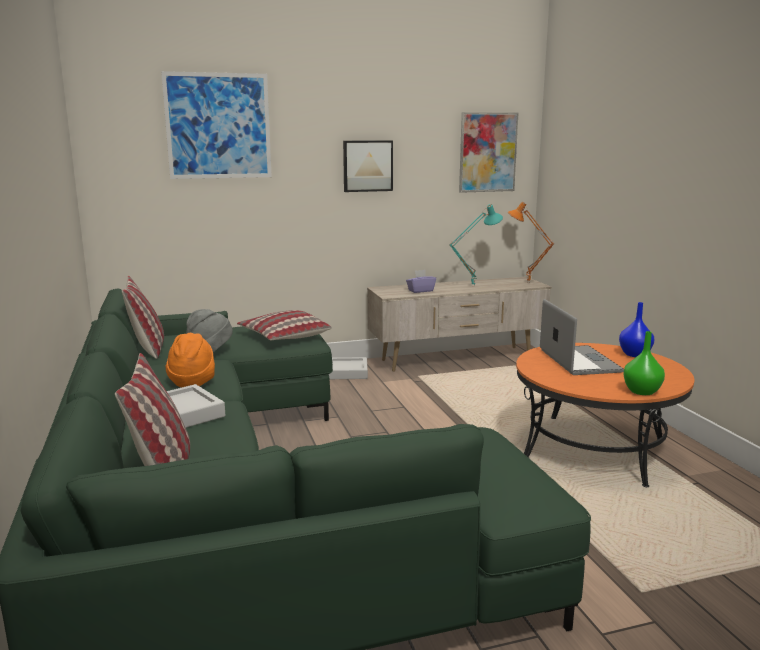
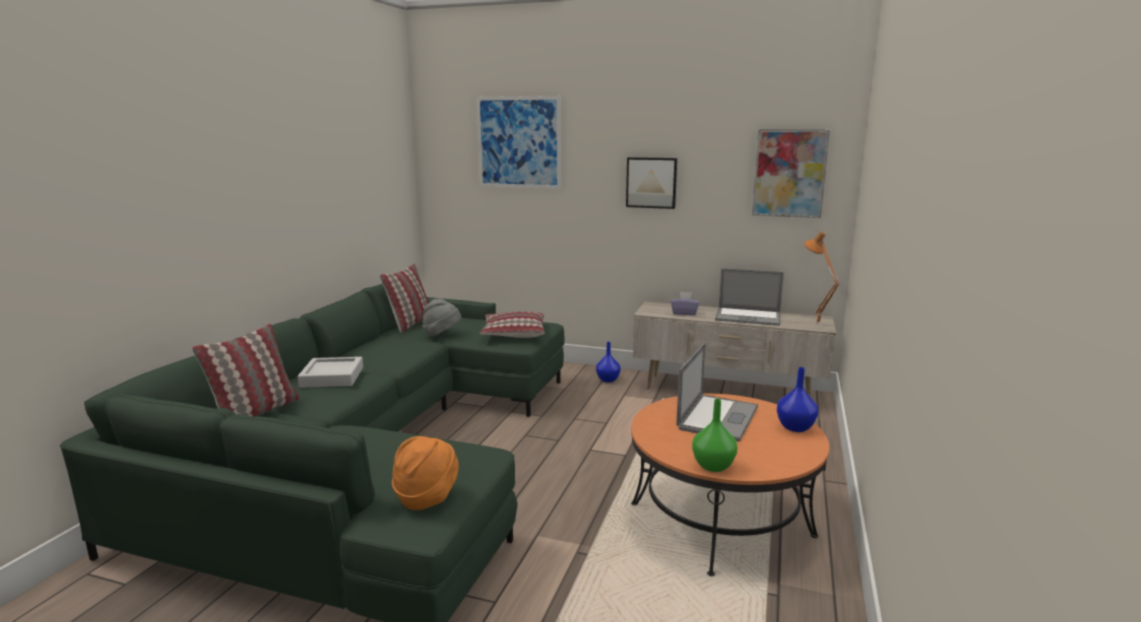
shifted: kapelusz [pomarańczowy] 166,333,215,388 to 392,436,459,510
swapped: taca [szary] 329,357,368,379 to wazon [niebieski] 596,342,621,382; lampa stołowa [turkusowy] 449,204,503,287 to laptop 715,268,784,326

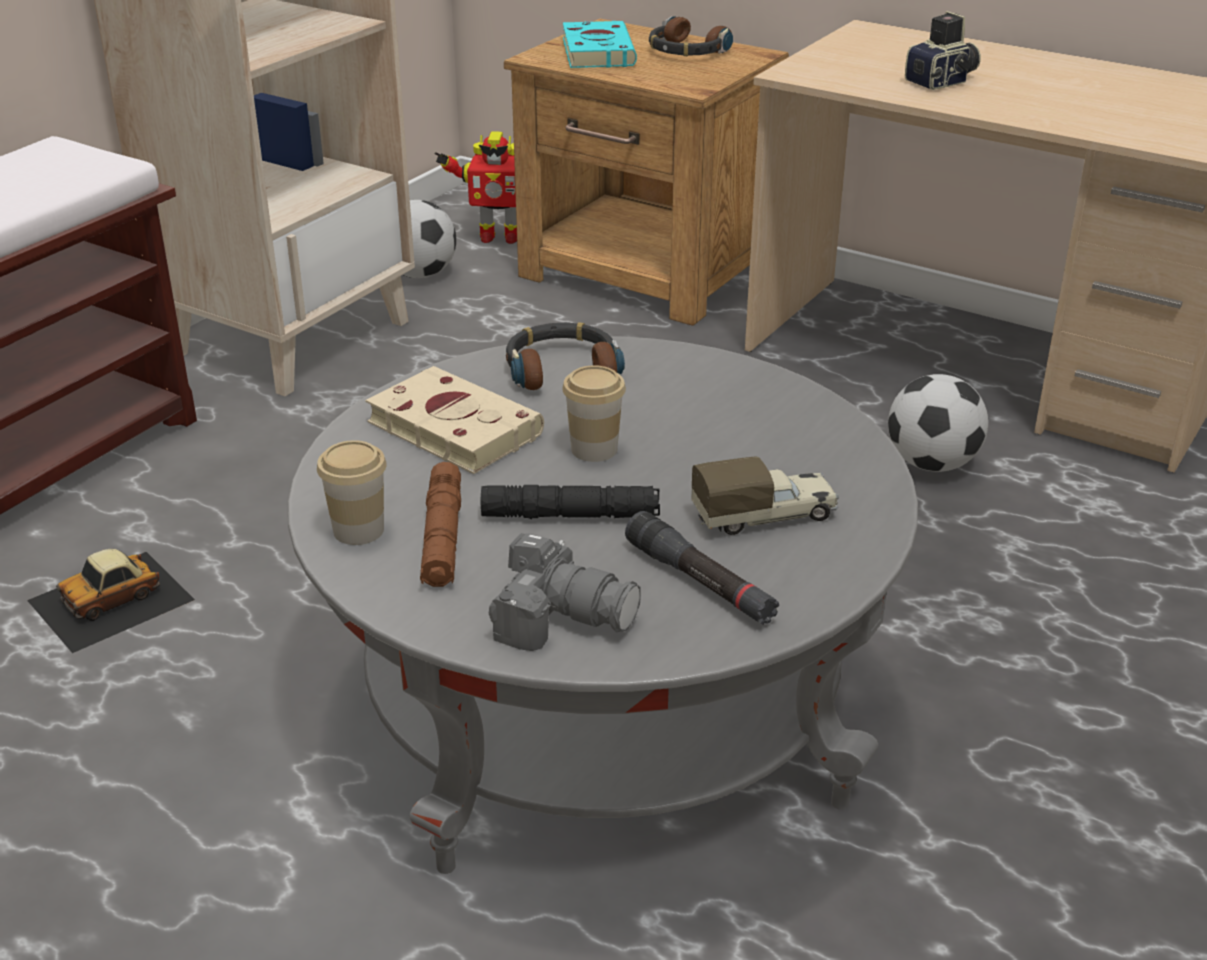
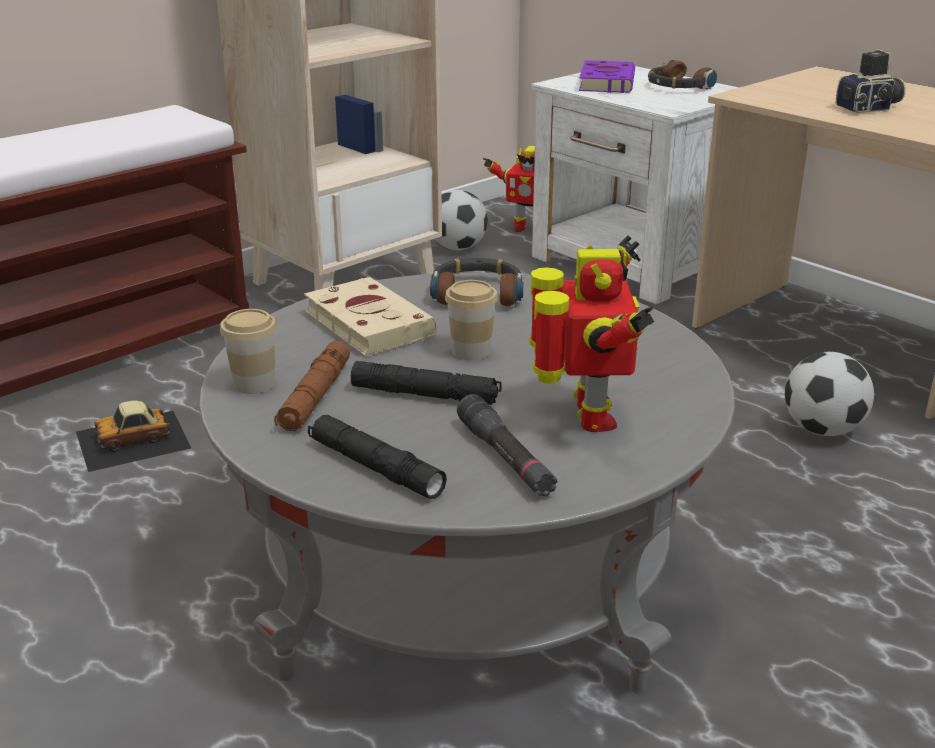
swapped: aparat fotograficzny 489,533,641,651 to latarka [czarny] 308,415,447,499; ciężarówka zabawkowa 691,456,839,535 to robot zabawkowy 529,235,654,432
repainted: szafka nocna [brązowy] 504,19,789,326 to szafka nocna [biały] 531,66,739,305; książka [turkusowy] 563,21,637,68 to książka [fioletowy] 579,60,635,93

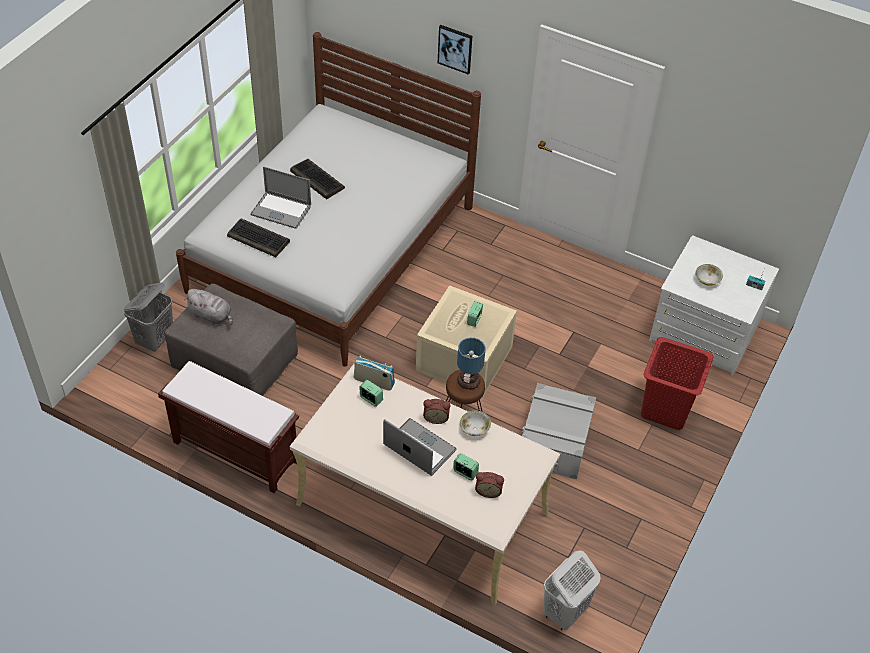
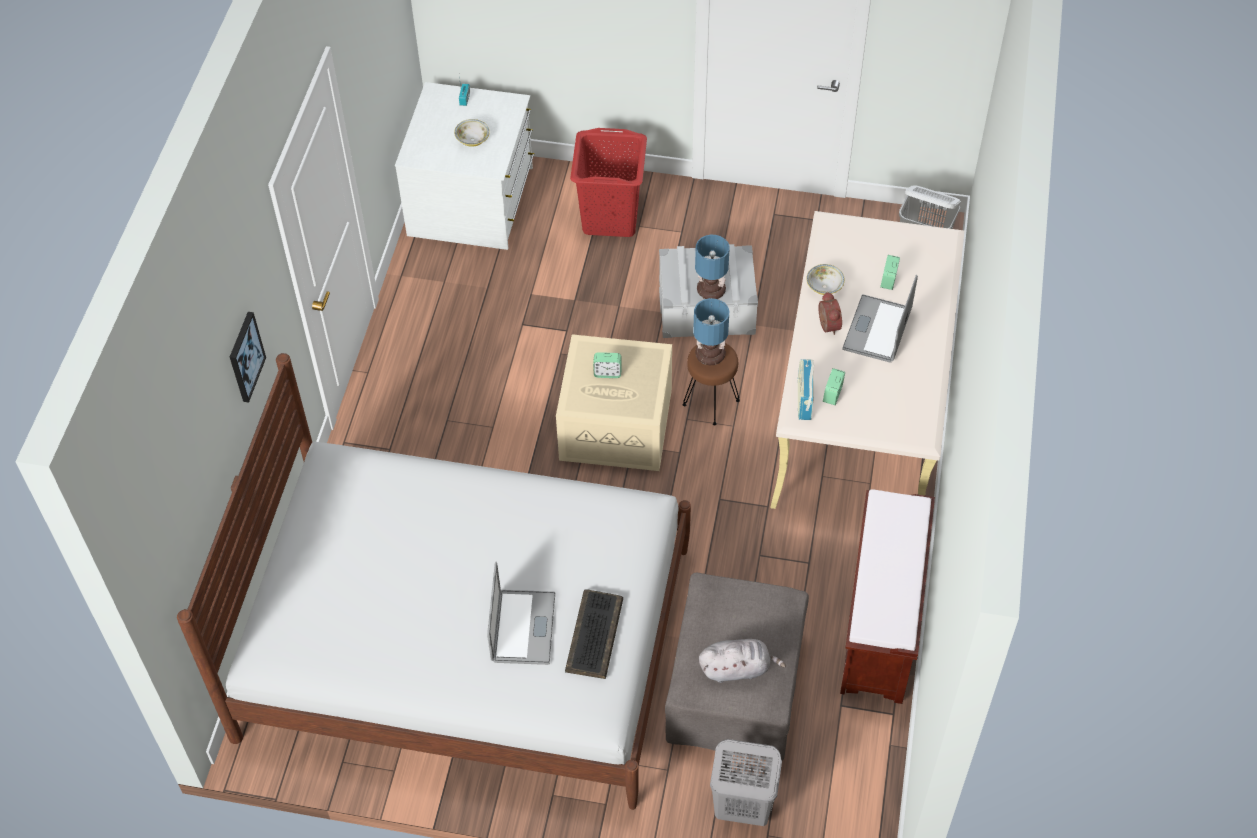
gone: klawiatura 290,159,345,199; budzik 475,472,504,498
new: lampa stołowa 695,235,730,299
rotated: pluszak [szary] 184,289,233,325 = 699,639,786,683 75 degrees clockwise

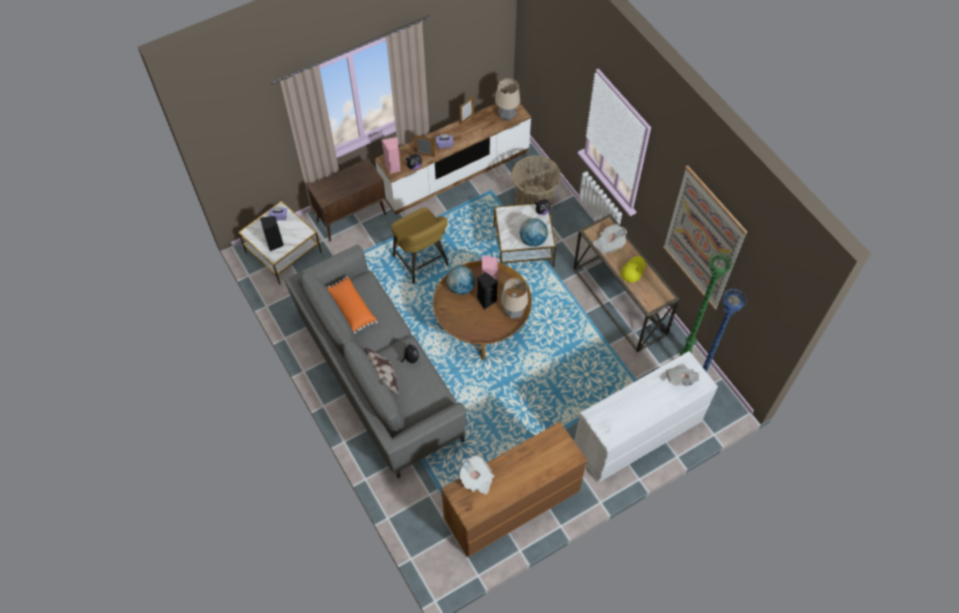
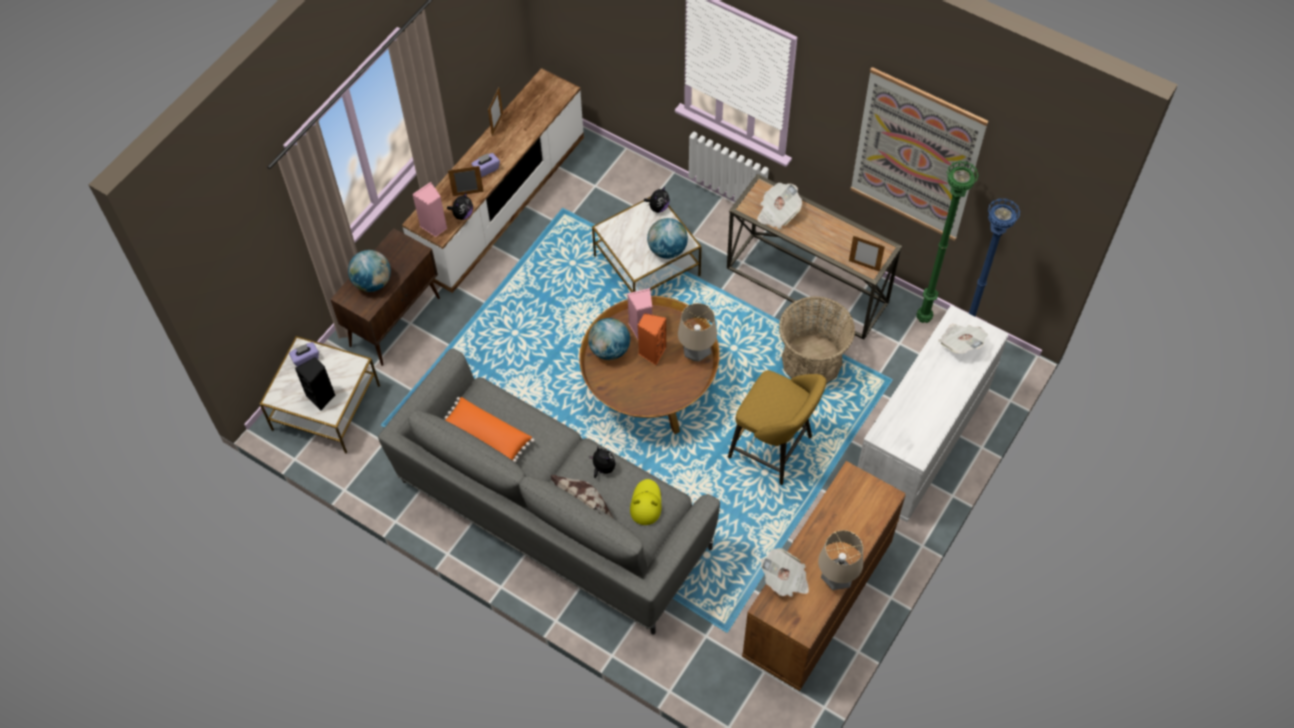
new: globus 348,250,391,292; ramka na zdjęcie 849,236,885,272
shifted: stołek [żółty] 391,207,449,284 to 728,370,826,485; lampa stołowa 495,78,520,121 to 818,530,863,590; koszyk 512,155,561,208 to 779,296,855,384; kapelusz [żółty] 621,256,646,282 to 630,479,661,525
repainted: głośnik [czarny] 477,272,498,310 to głośnik [pomarańczowy] 638,313,666,365

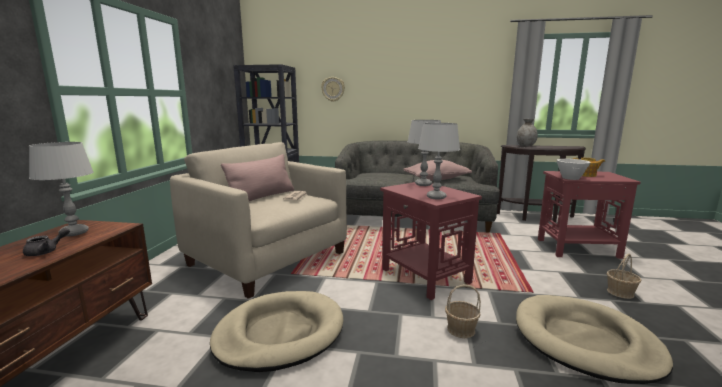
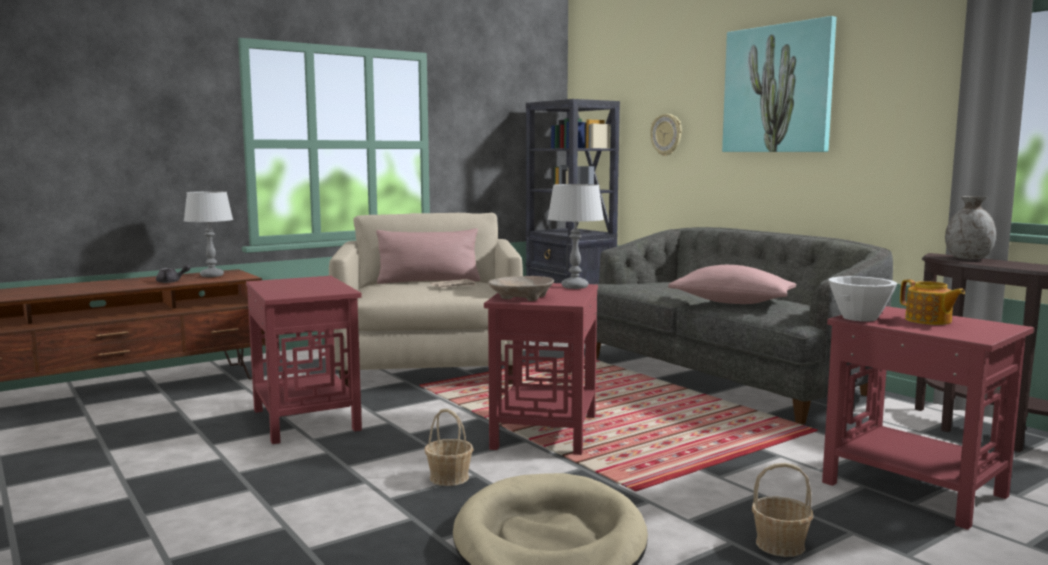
new: obraz 722,16,836,152
swapped: legowisko [beżowy] 210,291,344,372 to stolik [czerwony] 246,276,362,444; lampa stołowa [szary] 418,123,460,200 to miska [beżowy] 488,276,554,301

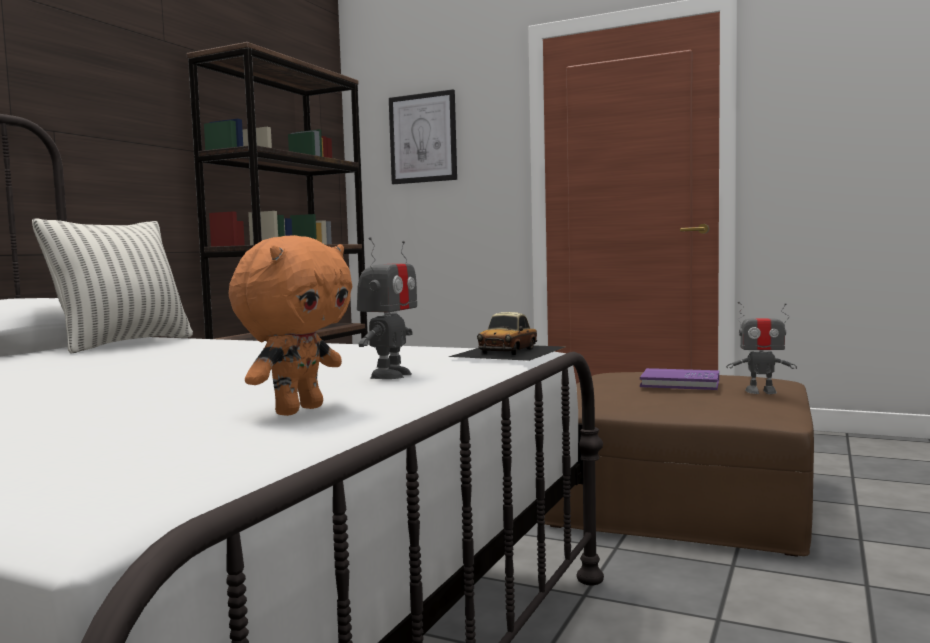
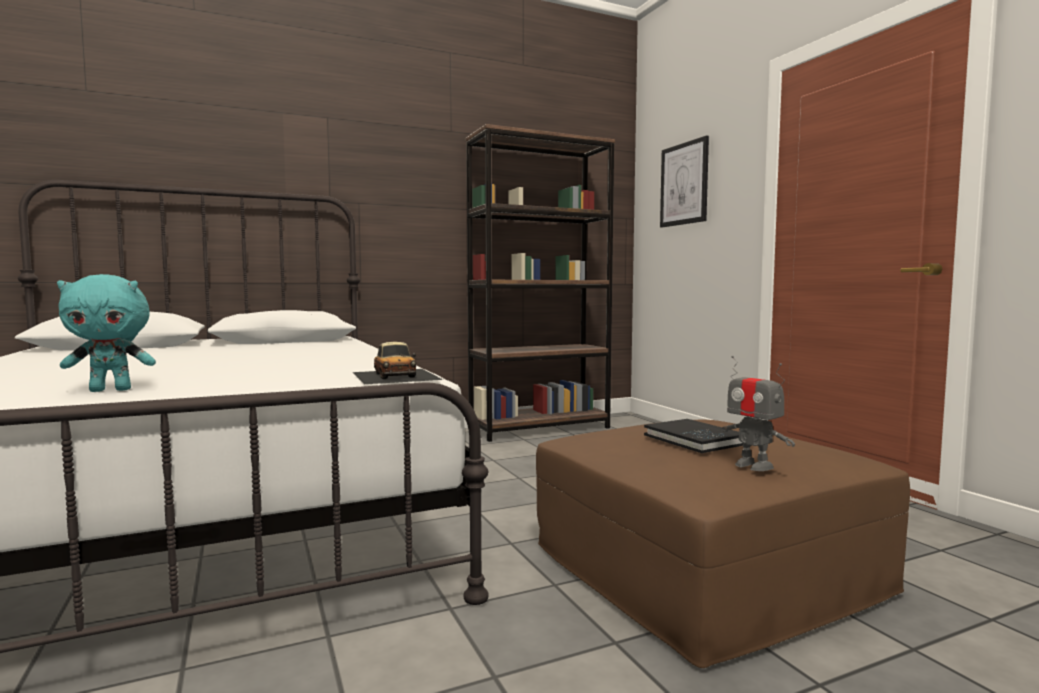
gone: poduszka 32,218,193,354; robot zabawkowy 357,237,417,379
repainted: pluszak [pomarańczowy] 229,235,353,416 to pluszak [turkusowy] 57,274,156,392; książka [fioletowy] 640,368,719,390 to książka [czarny] 644,419,743,453
rotated: samochodzik 449,312,565,361 = 353,342,443,384 90 degrees counterclockwise

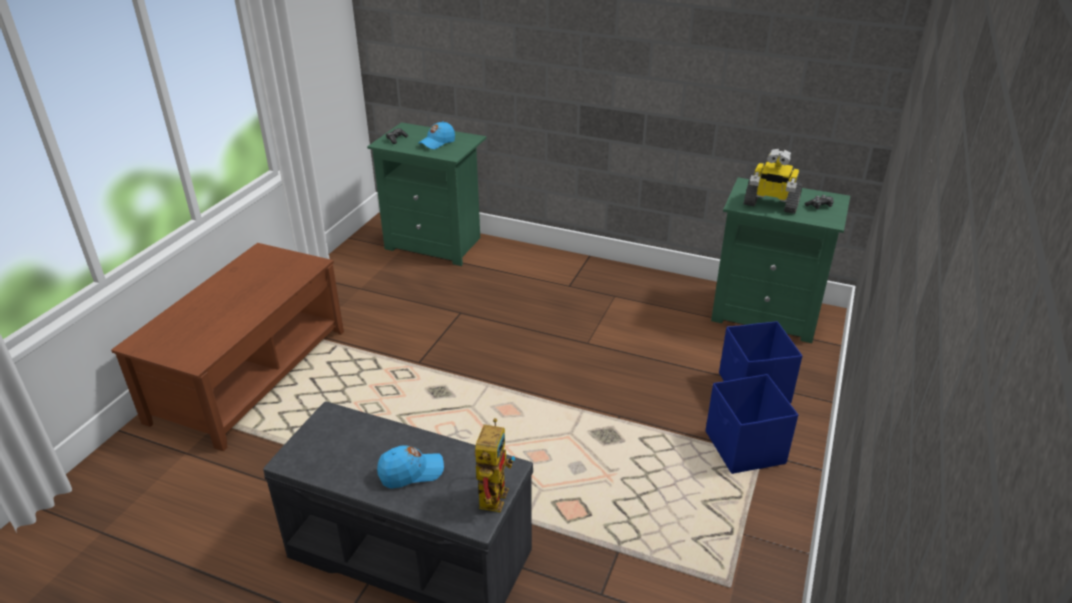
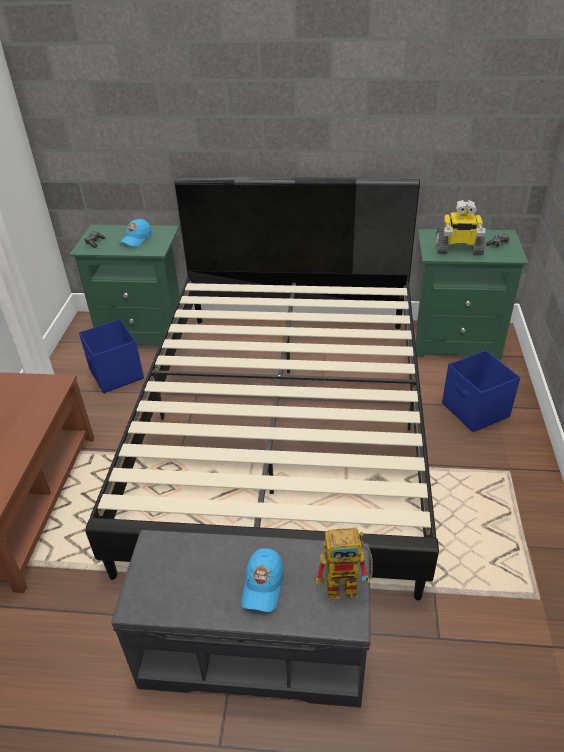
new: łóżko [czarny] 85,177,439,601
shifted: pojemnik do przechowywania [niebieski] 706,374,798,474 to 79,319,144,393
rotated: czapka z daszkiem [niebieski] 377,445,444,489 = 241,548,283,612 135 degrees clockwise; robot zabawkowy 474,418,516,512 = 315,528,373,600 90 degrees clockwise

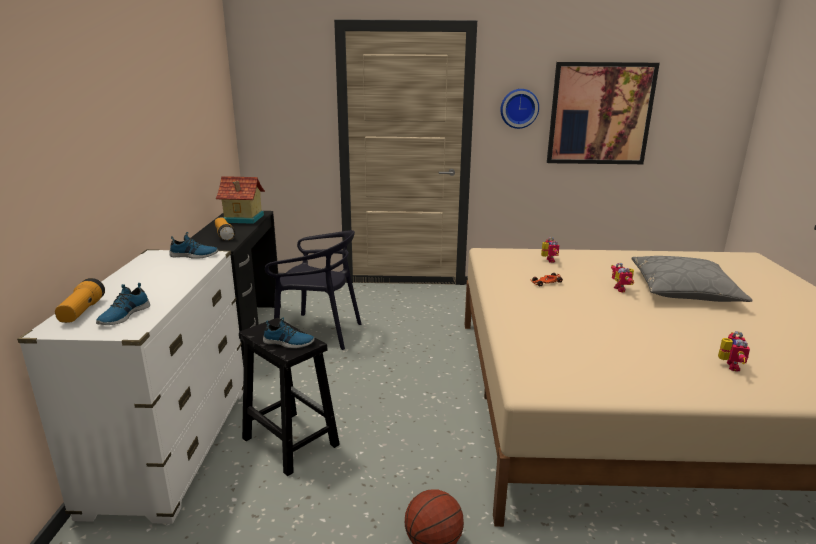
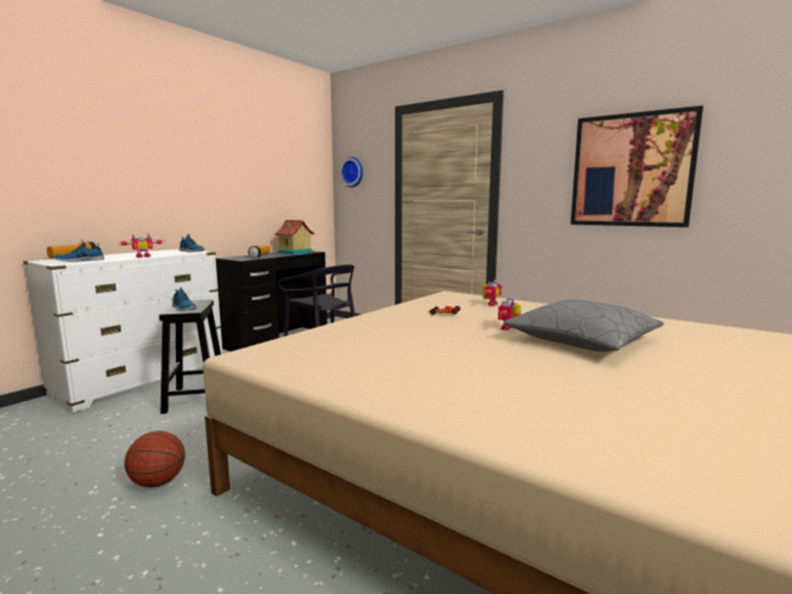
shifted: zegar ścienny 500,89,539,129 to 340,157,363,187; robot zabawkowy 718,331,750,372 to 118,234,165,258

